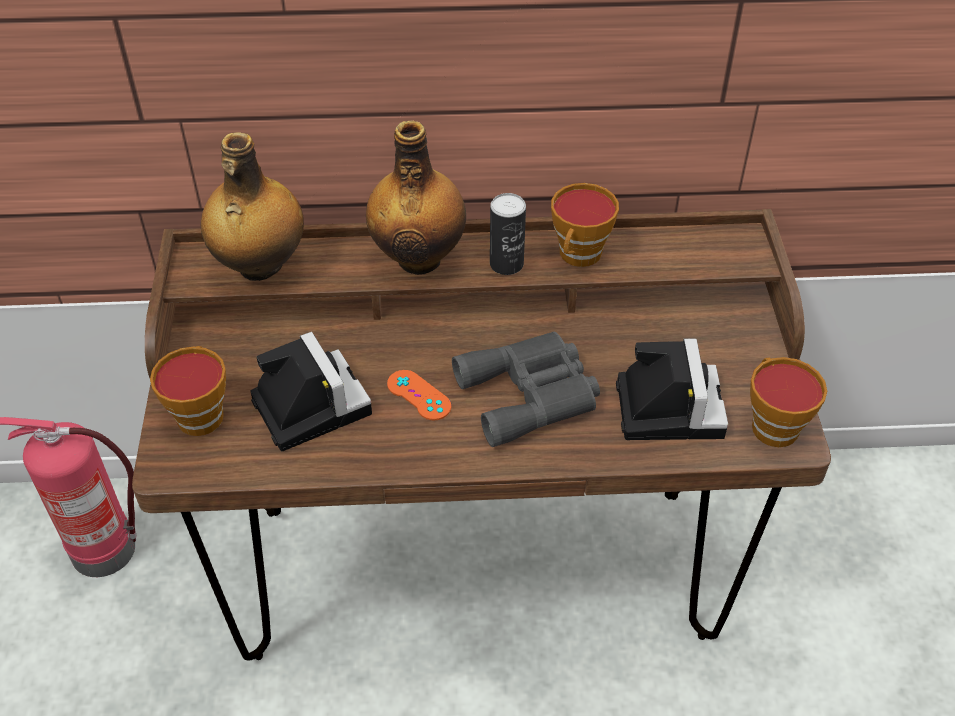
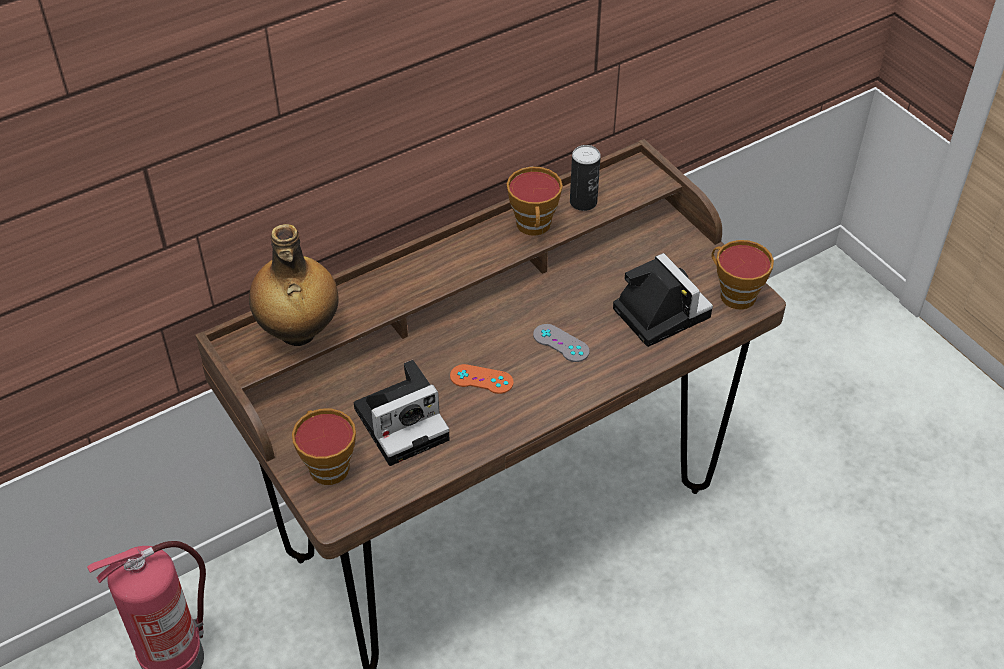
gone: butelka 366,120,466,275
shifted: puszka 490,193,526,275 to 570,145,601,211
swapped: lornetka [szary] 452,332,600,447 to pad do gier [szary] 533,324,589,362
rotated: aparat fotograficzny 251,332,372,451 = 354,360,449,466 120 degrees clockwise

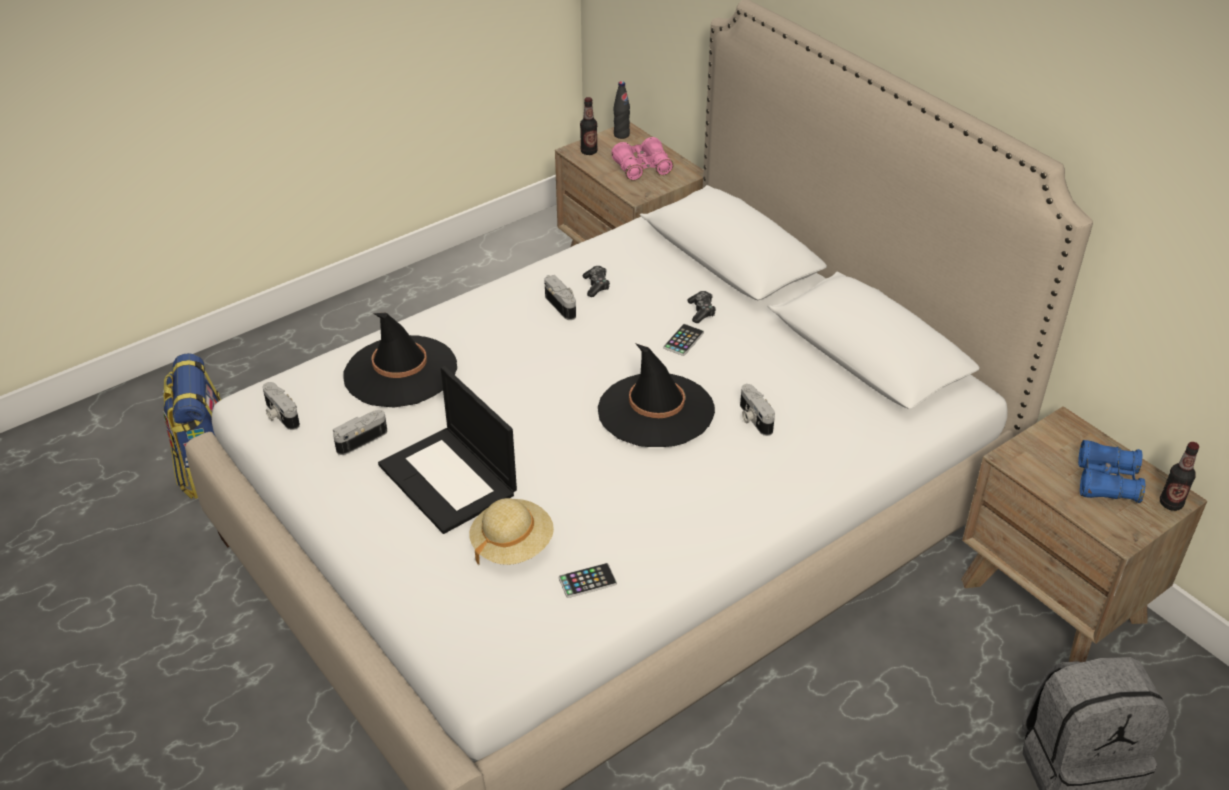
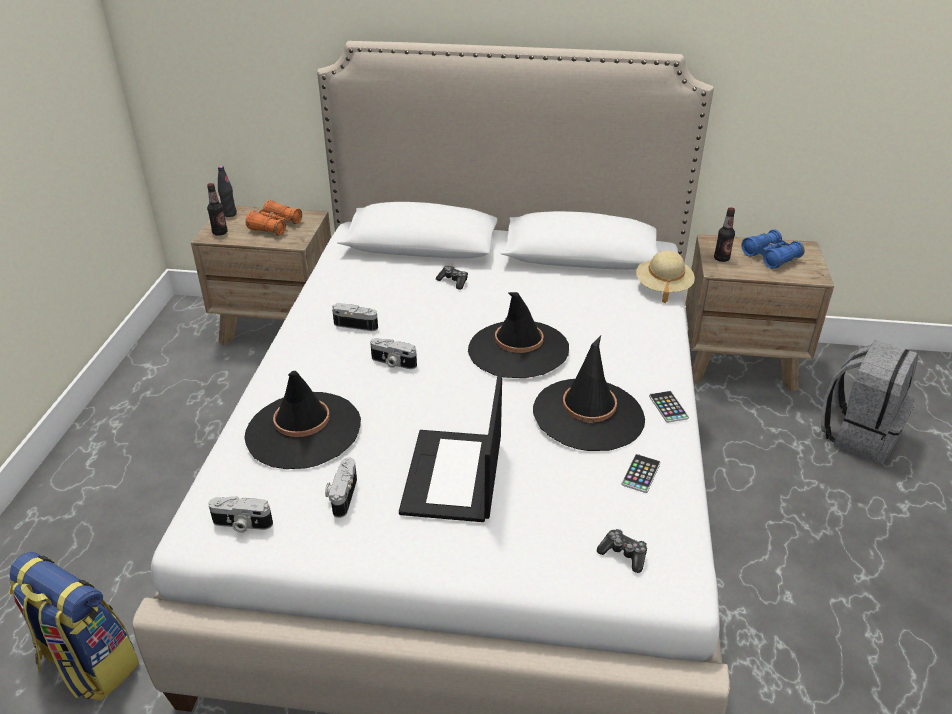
new: kapelusz [czarny] 533,336,645,451
shifted: kapelusz [beżowy] 469,498,554,565 to 636,250,695,303; pad do gier 583,266,610,297 to 597,529,647,573; telefon 663,324,704,356 to 649,391,689,423; aparat fotograficzny 740,384,775,436 to 370,338,417,369; butelka 1160,442,1199,511 to 714,207,735,262
repainted: lornetka [różowy] 611,137,673,181 to lornetka [pomarańczowy] 246,200,302,236
rotated: laptop 378,366,517,534 = 399,375,502,522 90 degrees clockwise

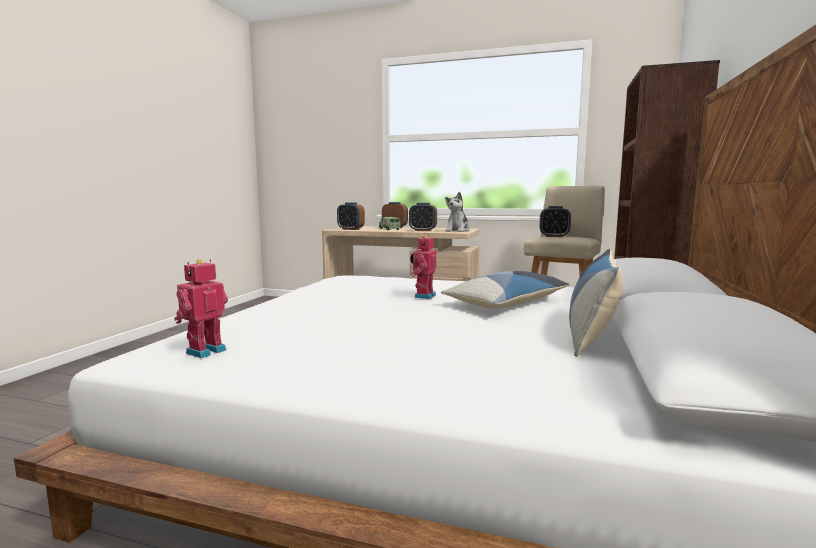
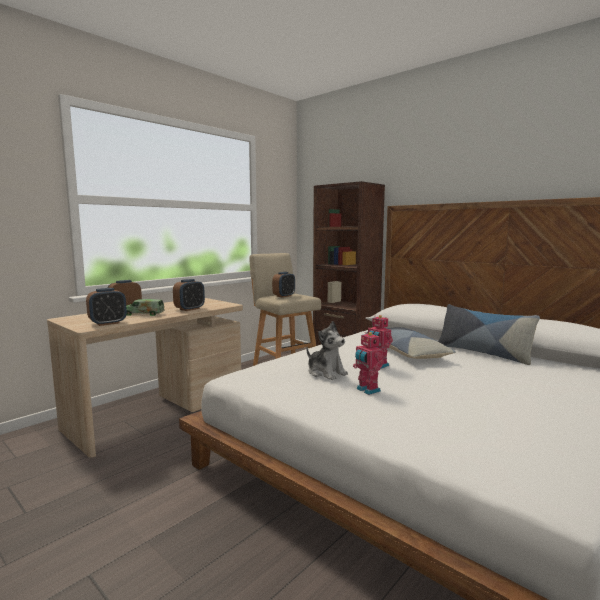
shifted: robot zabawkowy 175,259,228,358 to 353,332,384,395; pluszak 445,192,470,232 to 306,321,348,380

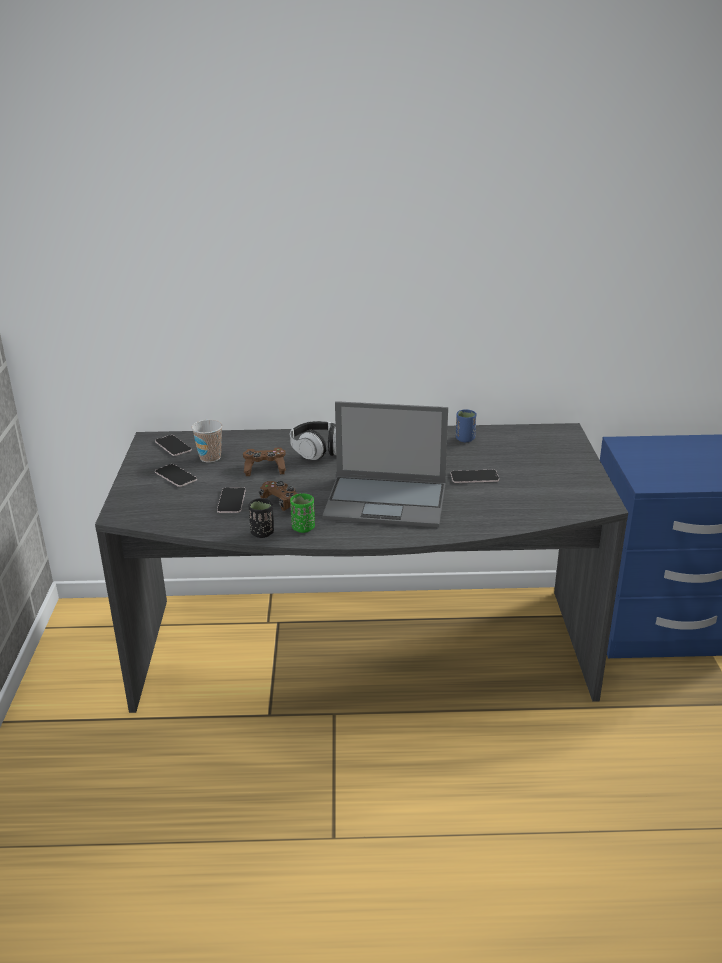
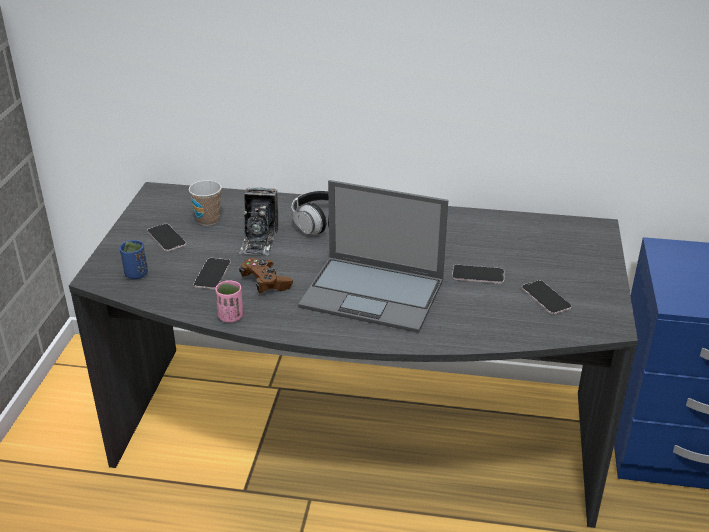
gone: filiżanka [zielony] 290,494,315,533
shifted: telefon 155,435,192,456 to 522,280,572,314; filiżanka [niebieski] 456,409,476,442 to 119,240,148,279
swapped: pad do gier [brązowy] 243,447,286,476 to aparat fotograficzny 239,187,278,255
repainted: filiżanka [czarny] 249,498,274,538 to filiżanka [różowy] 215,280,243,323

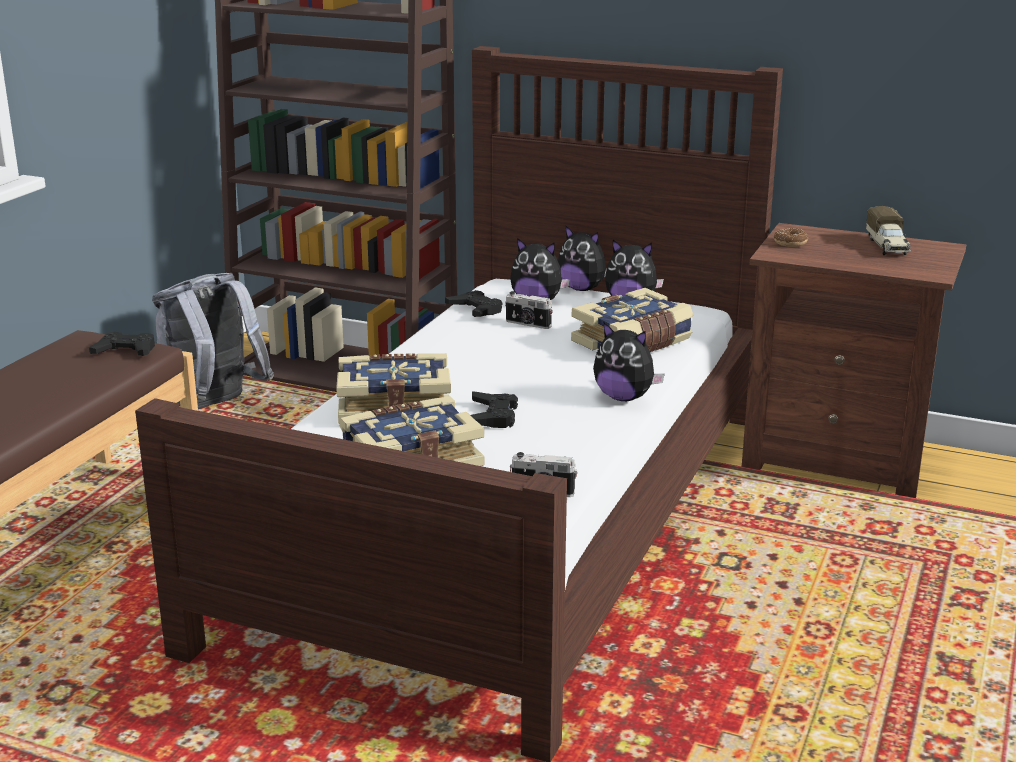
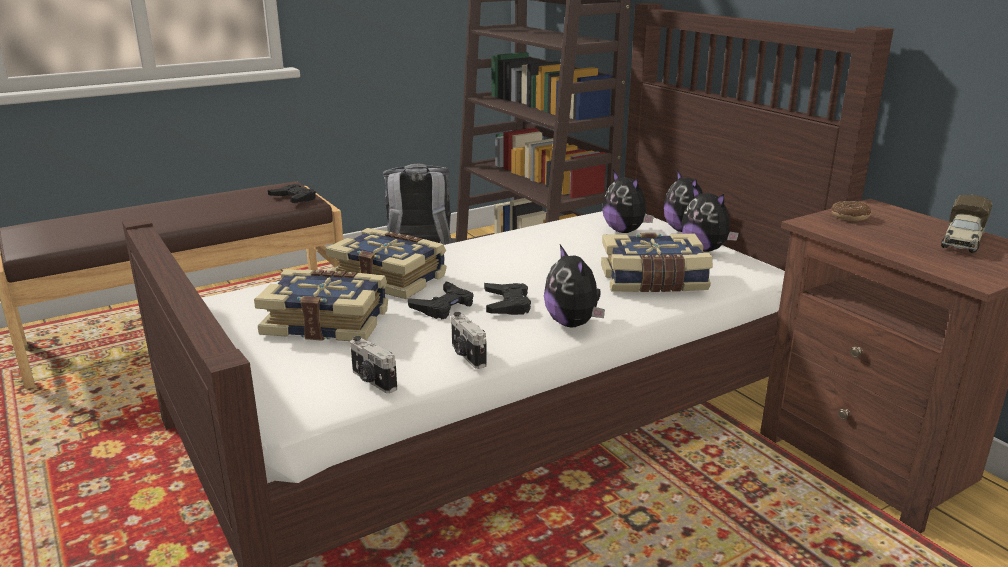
shifted: pad do gier [czarny] 445,290,502,317 to 484,283,531,315; aparat fotograficzny 505,291,553,329 to 451,312,487,369

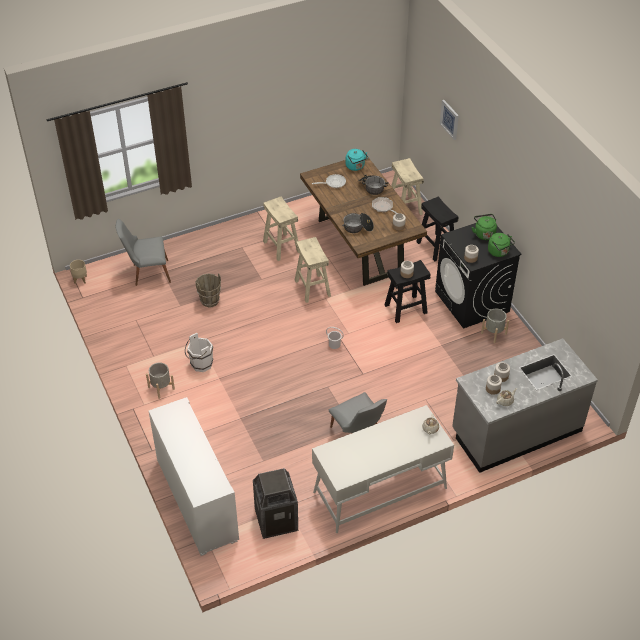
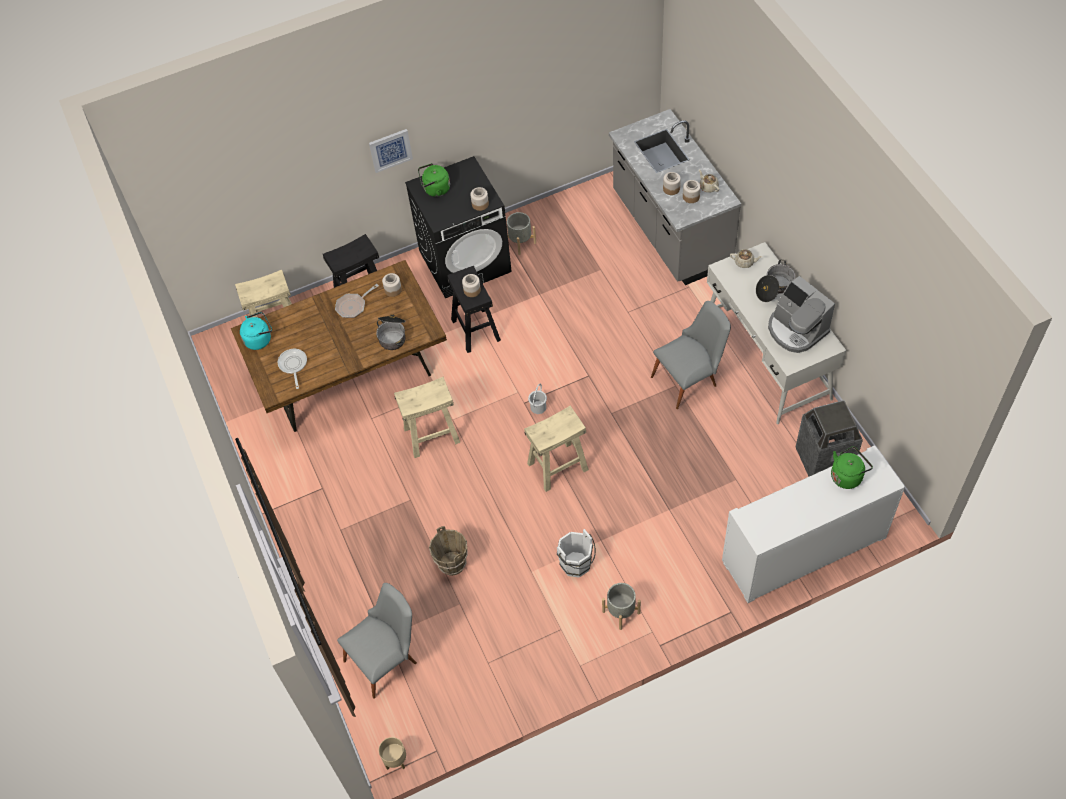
new: ekspres do kawy 768,276,835,353
shifted: stołek [beżowy] 263,196,299,261 to 524,406,589,492; garnek 357,175,389,195 to 756,260,795,302; obraz 440,100,459,140 to 369,129,413,173; czajnik [zielony] 488,233,515,257 to 831,446,873,489
rotated: krzesło [szary] 116,219,171,286 = 337,583,417,699 120 degrees counterclockwise

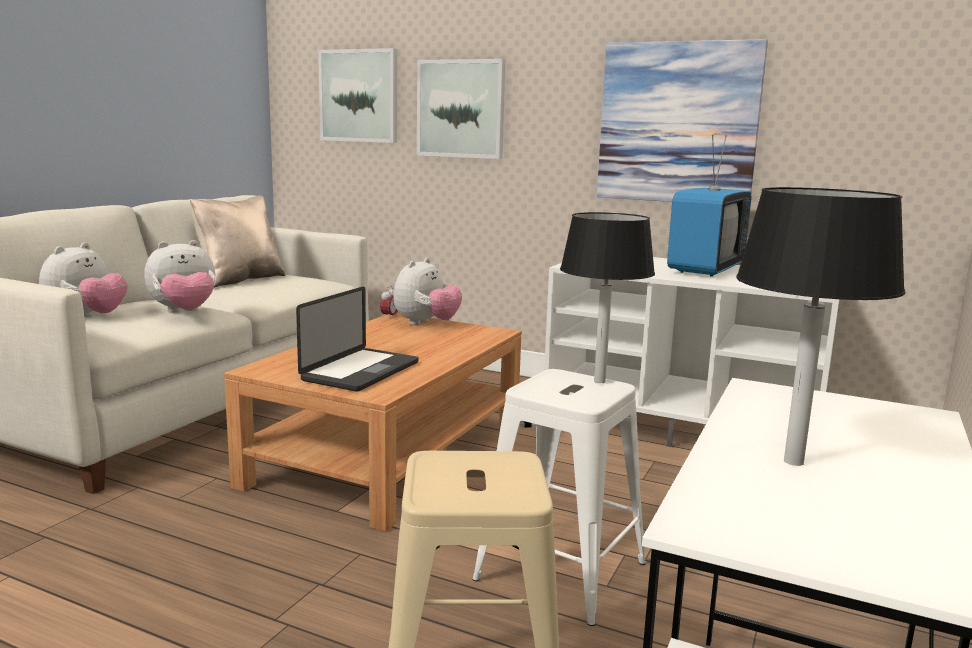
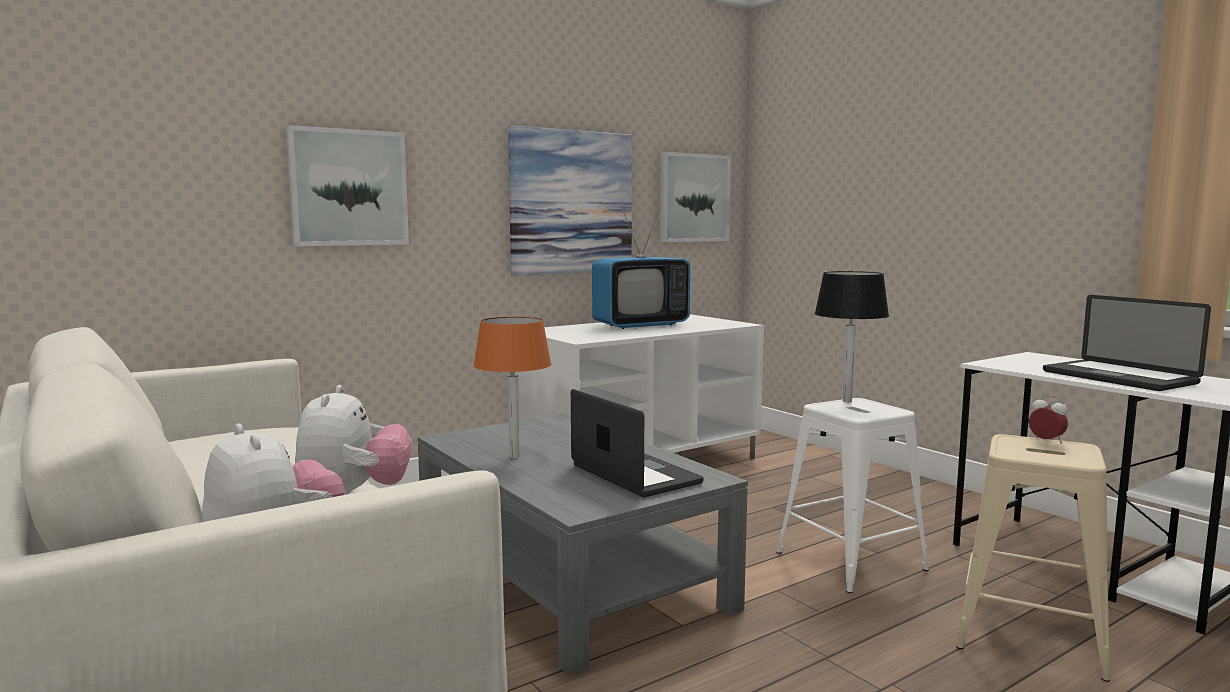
gone: poduszka [beżowy] 190,195,285,288; pluszak 394,258,462,325
new: lampa stołowa [pomarańczowy] 473,316,551,458
shifted: obraz 318,48,397,143 to 660,152,731,242; budzik 380,286,397,317 to 1029,395,1068,443
swapped: lampa stołowa [czarny] 736,187,905,466 to laptop 1043,295,1211,391
repainted: ława [brązowy] 224,313,522,532 to ława [szary] 417,413,748,676
rotated: telewizor 667,135,752,276 = 592,212,690,329 90 degrees clockwise

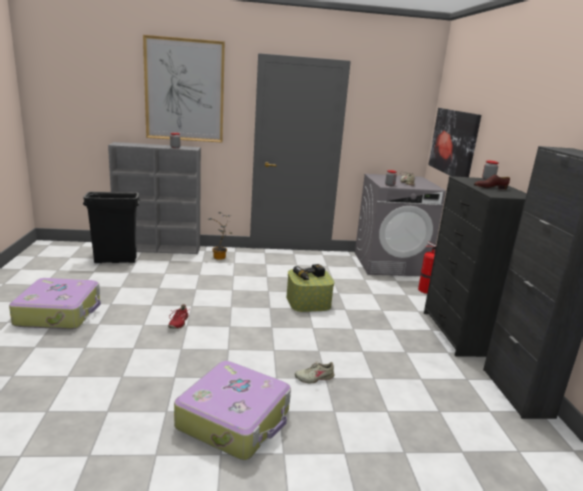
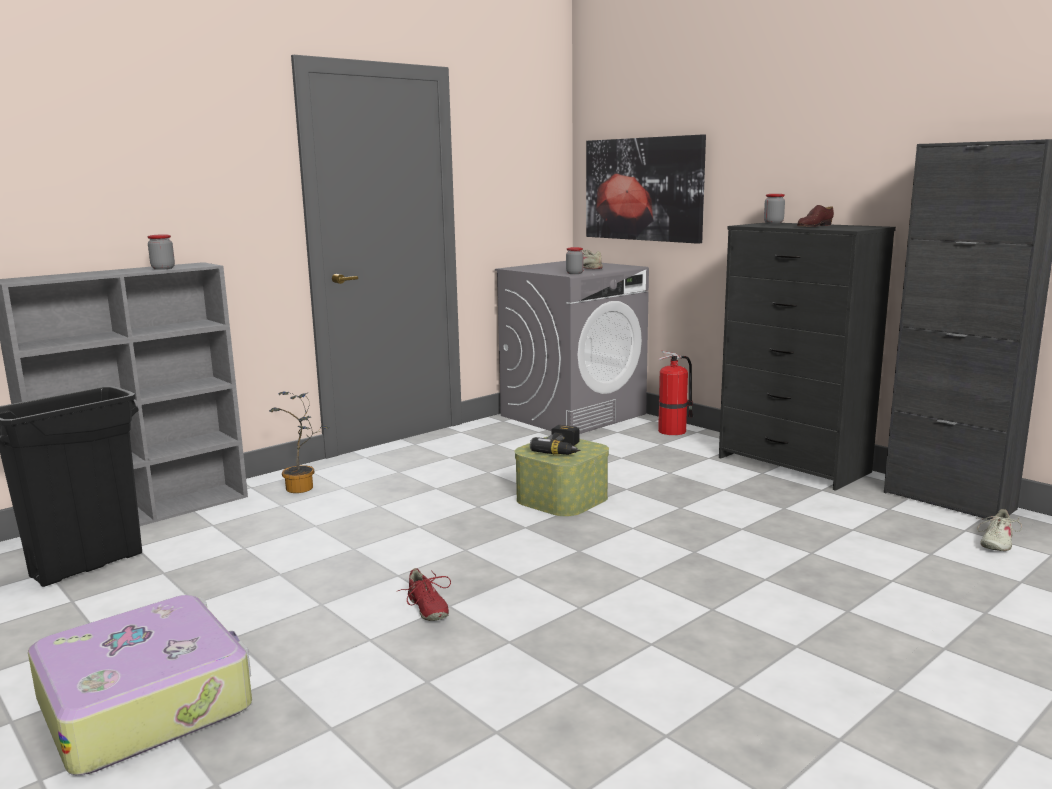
gone: obraz 143,35,225,142; walizka 174,361,291,460
shifted: but [beżowy] 295,361,335,383 to 977,509,1022,551

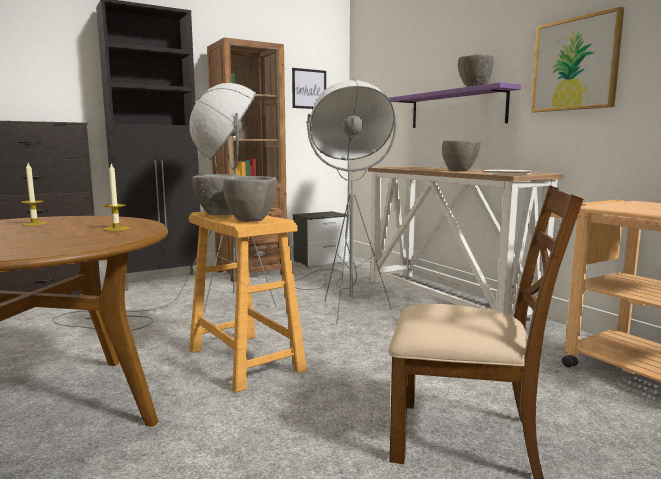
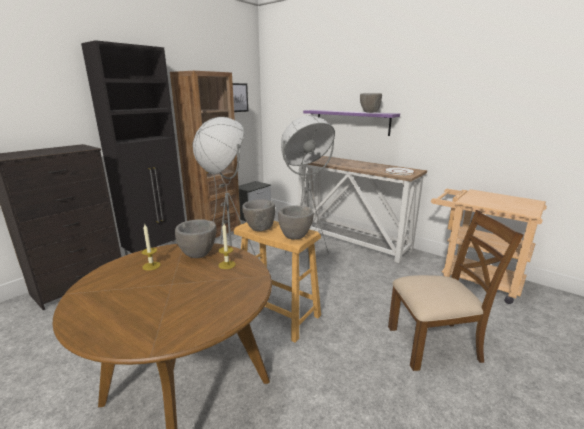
gone: obraz 531,7,624,112
shifted: miska [szary] 442,140,481,171 to 175,219,216,258

